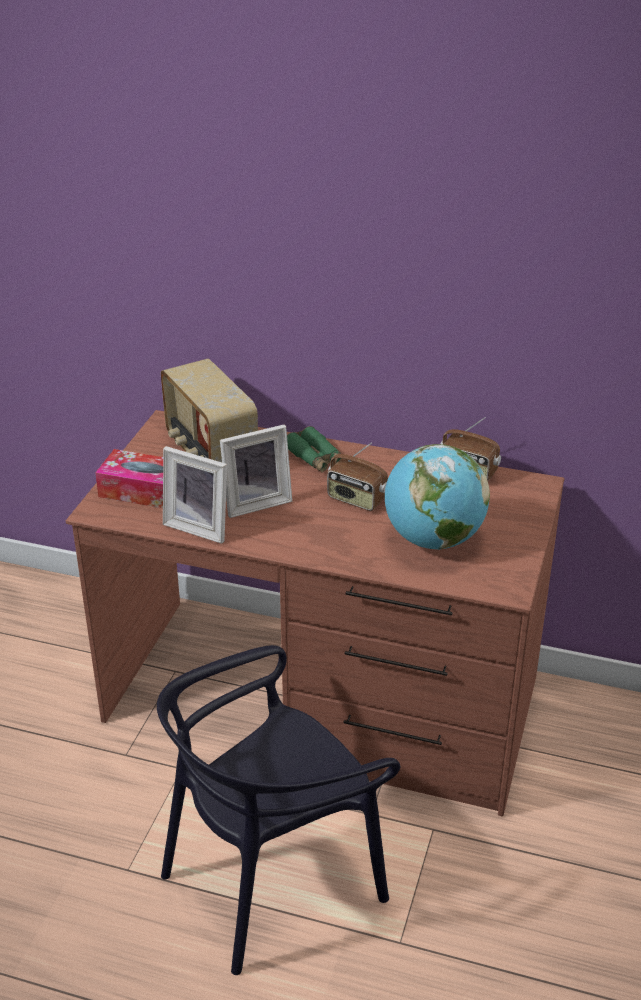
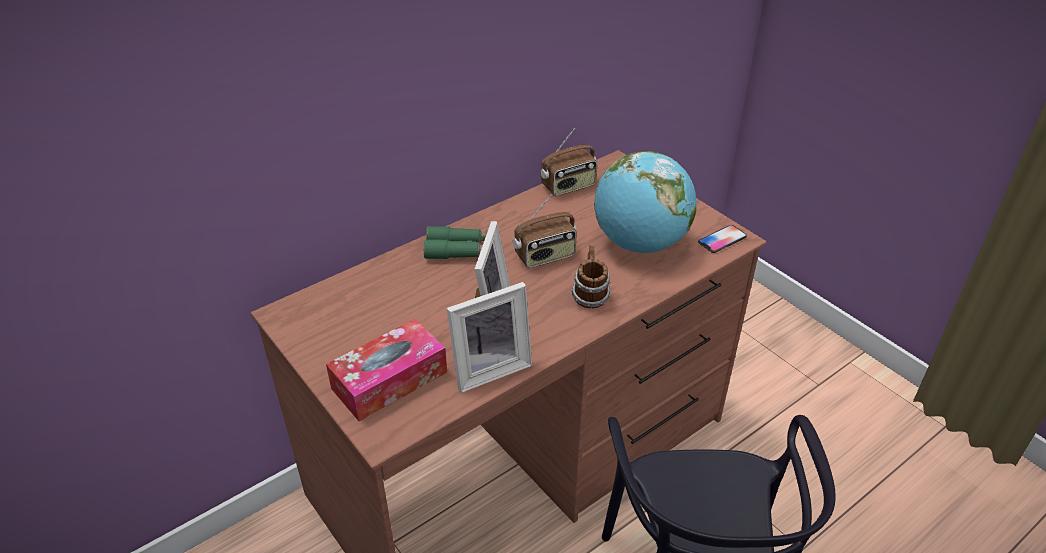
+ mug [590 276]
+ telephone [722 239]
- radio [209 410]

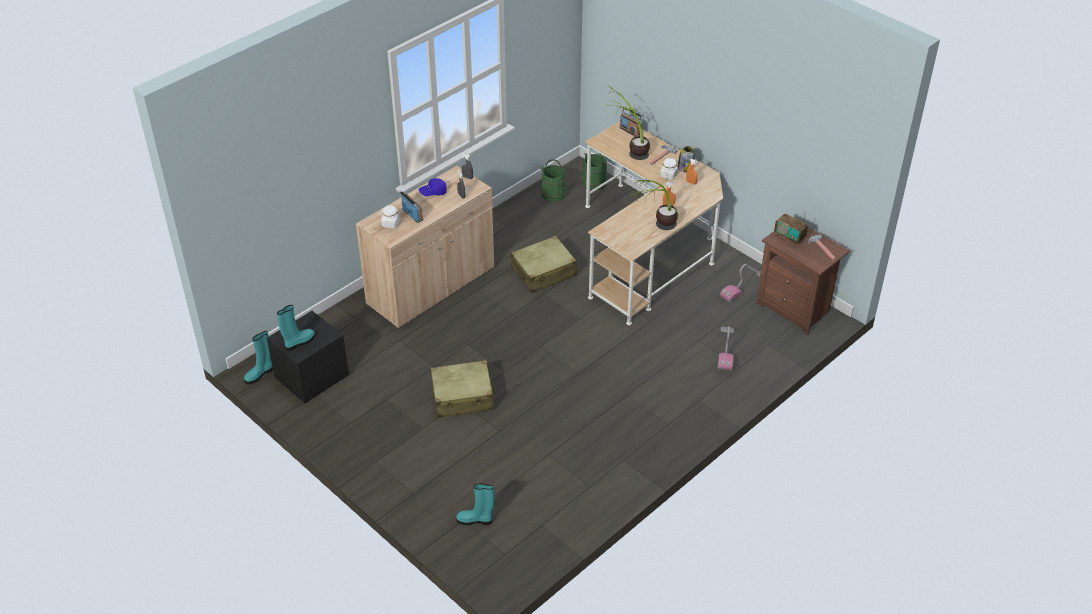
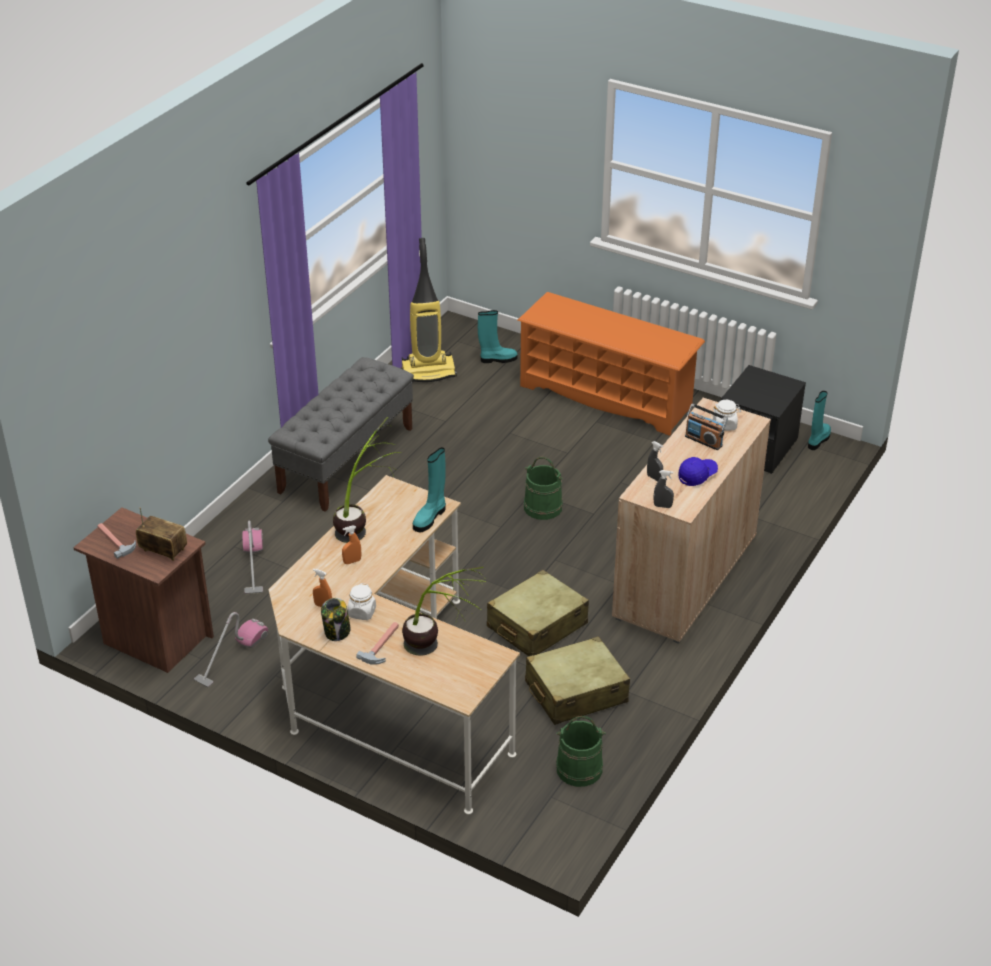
+ gray indoor bench [341 434]
+ vacuum cleaner [429 310]
~ turquoise high-top boot [296 328] to [429 490]
+ orangey shoe stand [611 364]
~ green bucket [595 169] to [543 488]
~ beige travel case [463 389] to [577 680]
- radio [631 122]

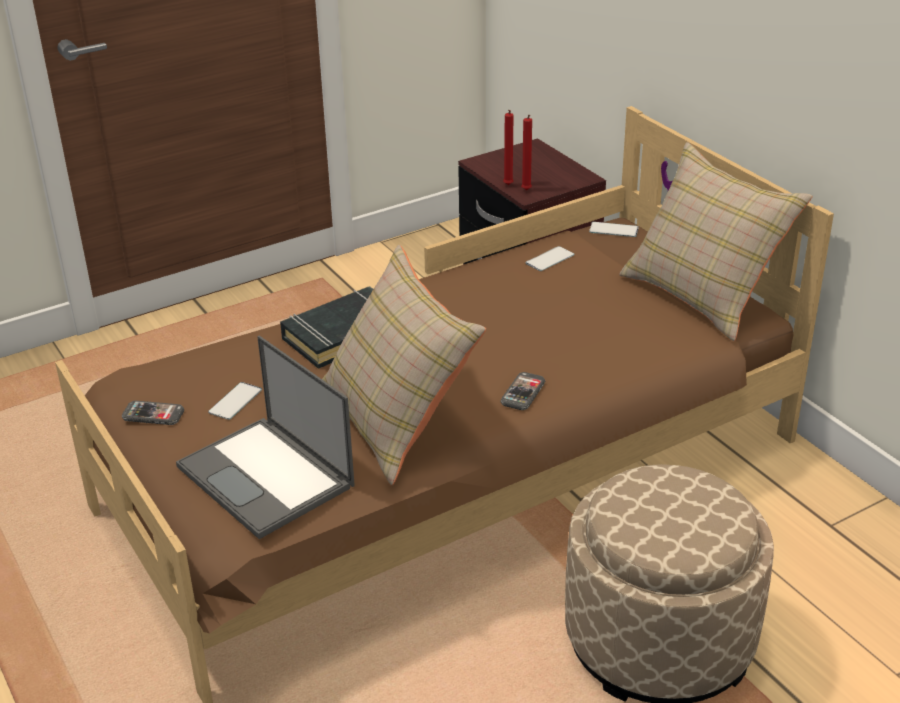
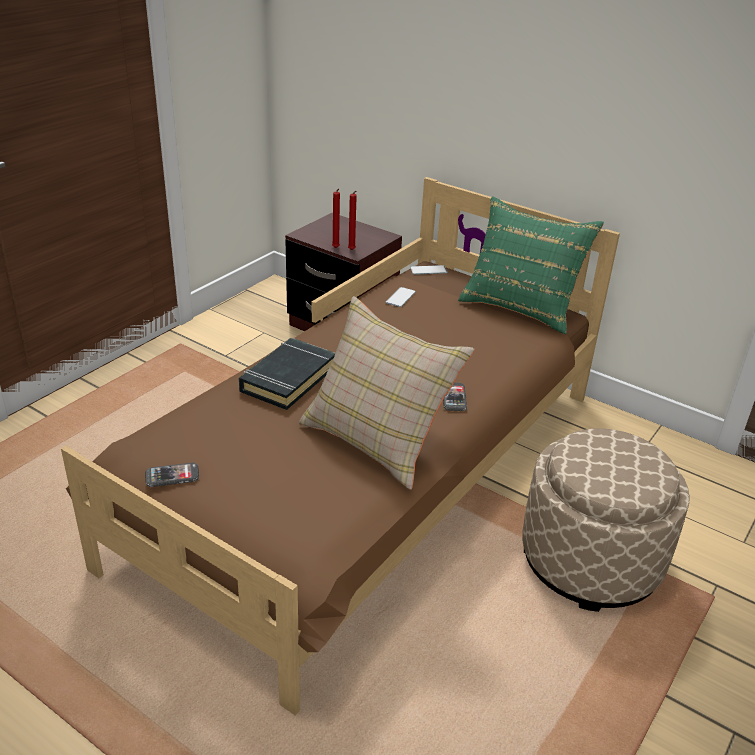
~ beige throw pillow [715 241] to green throw pillow [531 265]
- portable computer [265 437]
- telephone [235 401]

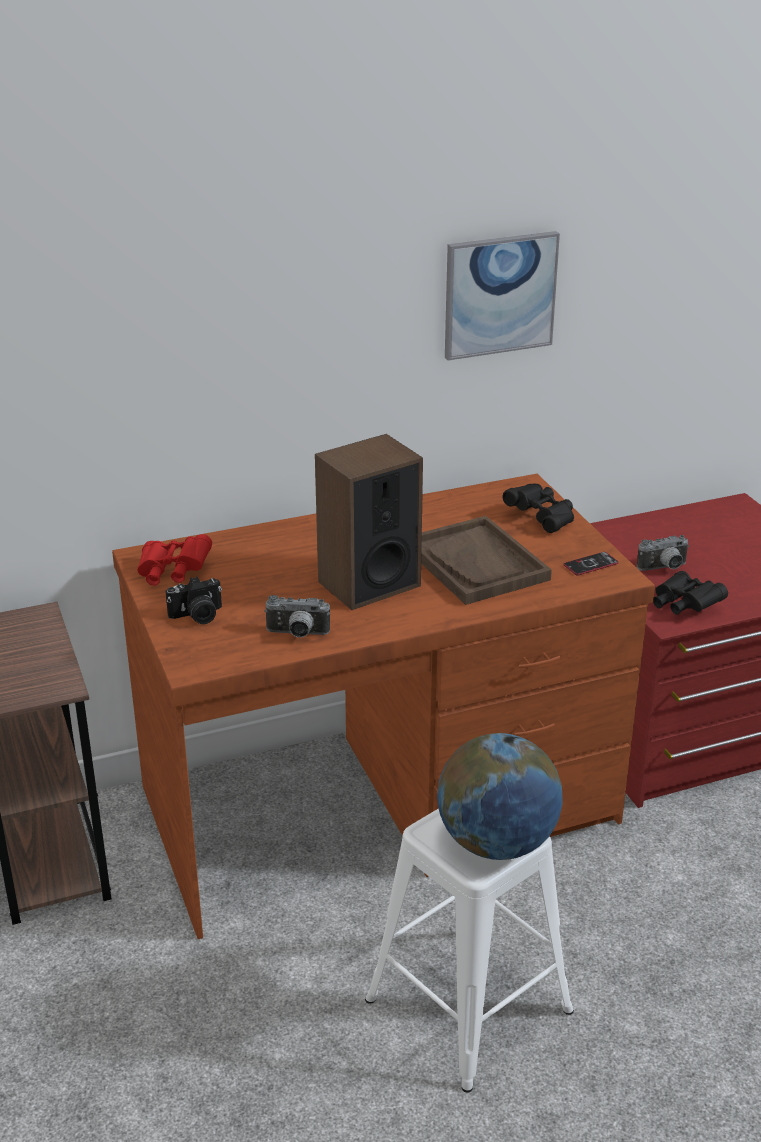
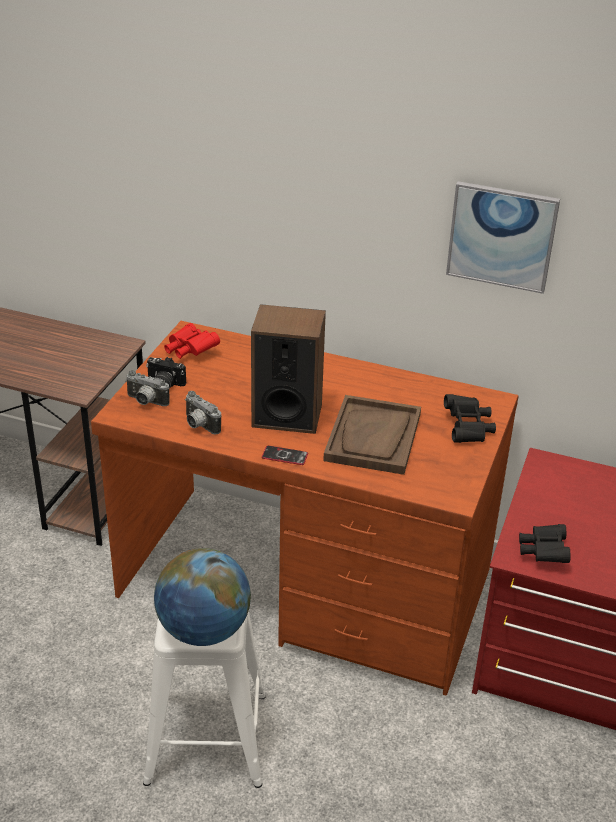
~ still camera [663 553] to [147 388]
~ telephone [591 564] to [285 455]

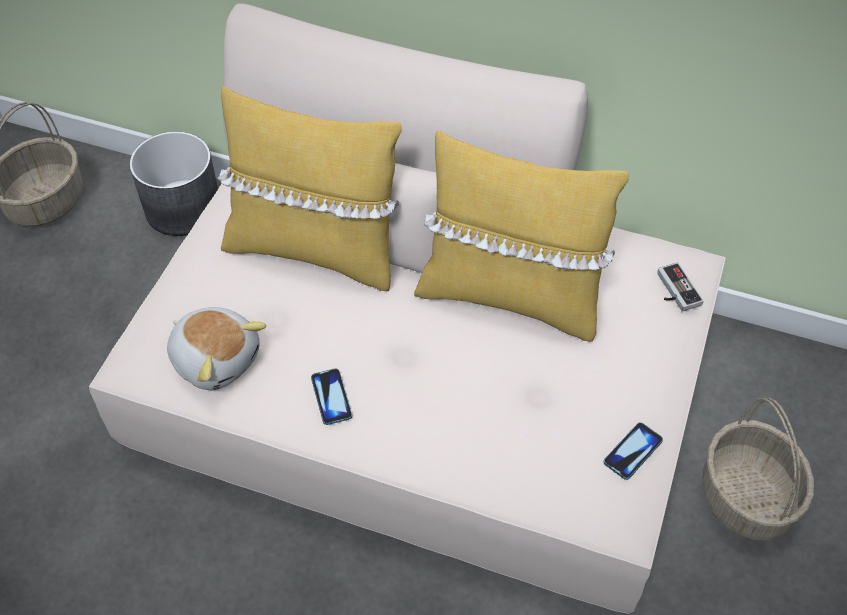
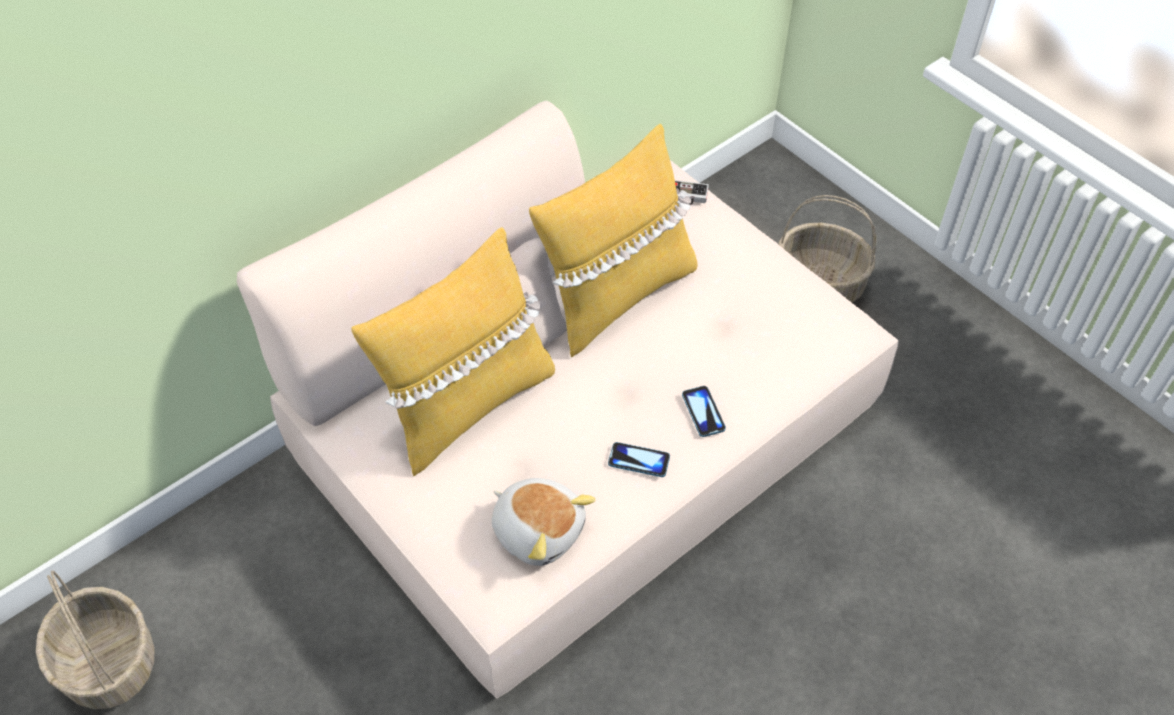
~ plush toy [216 348] = [544 522] 60 degrees clockwise
~ telephone [633 451] to [704 411]
- gray planter [174 184]

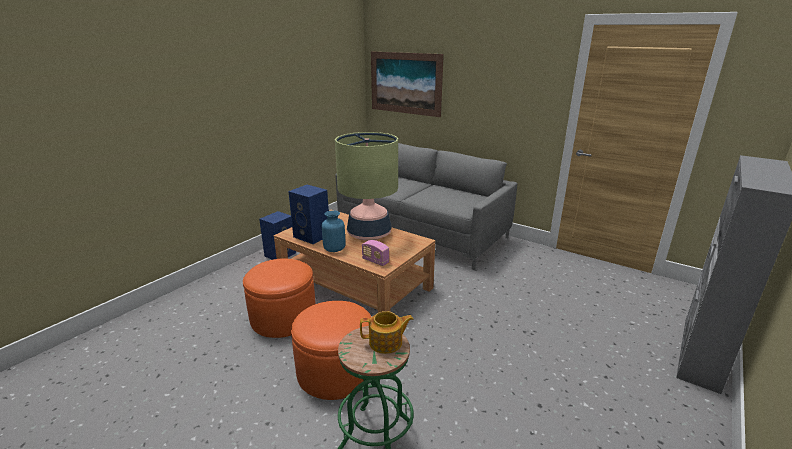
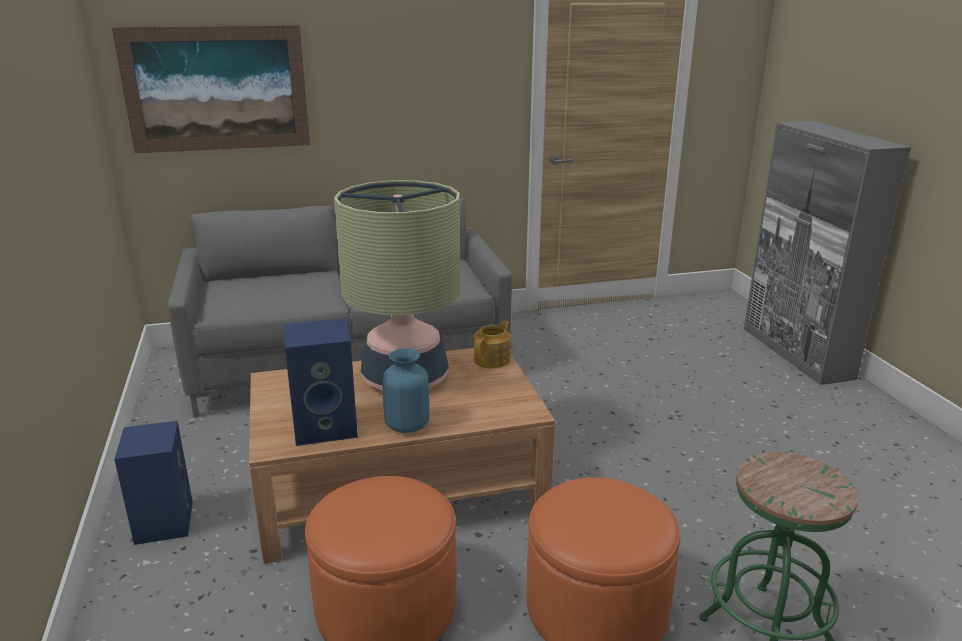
~ pot for tea [386 332] to [492 345]
- radio [375 253]

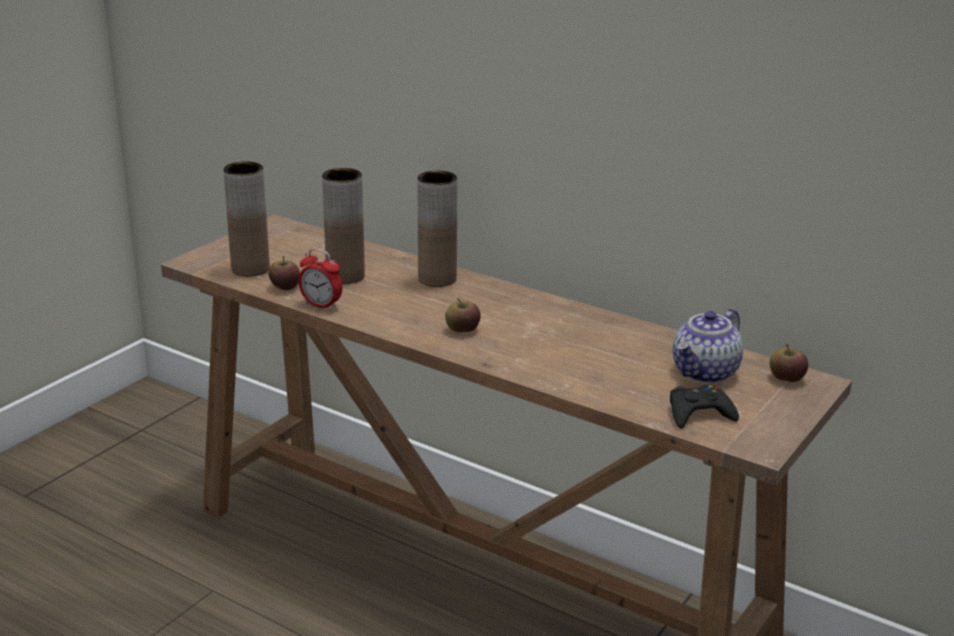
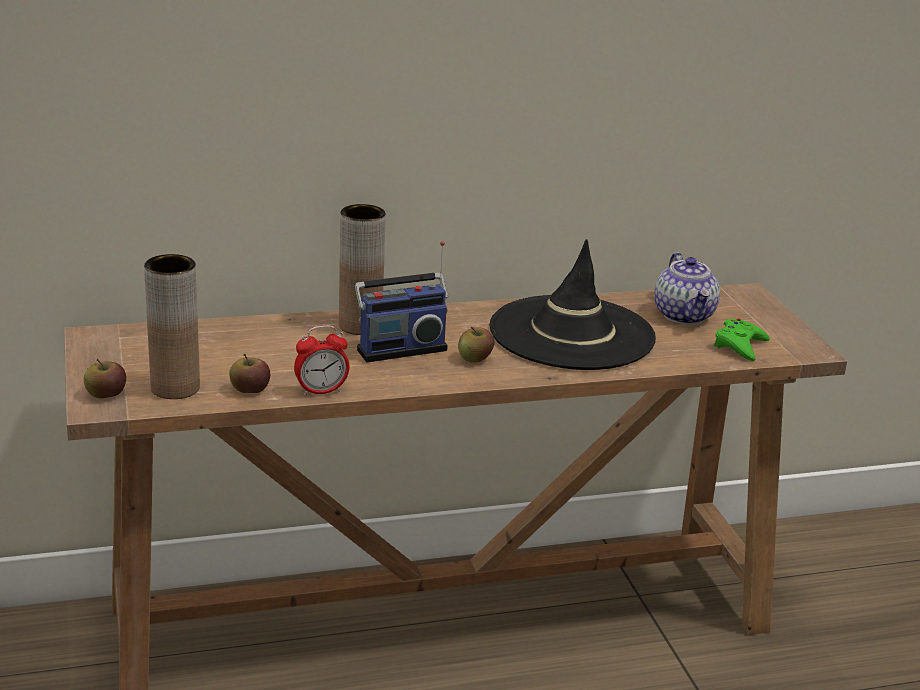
~ whole apple [789 363] to [104 379]
+ radio [401 301]
+ black wearable hat [572 304]
~ black gamepad [704 406] to green gamepad [742 340]
- brownish flower vase [343 226]

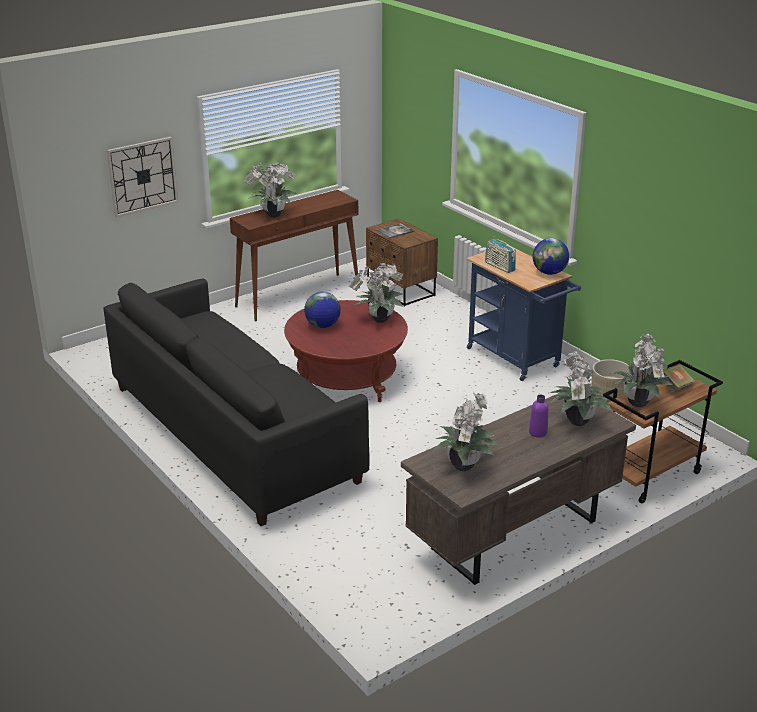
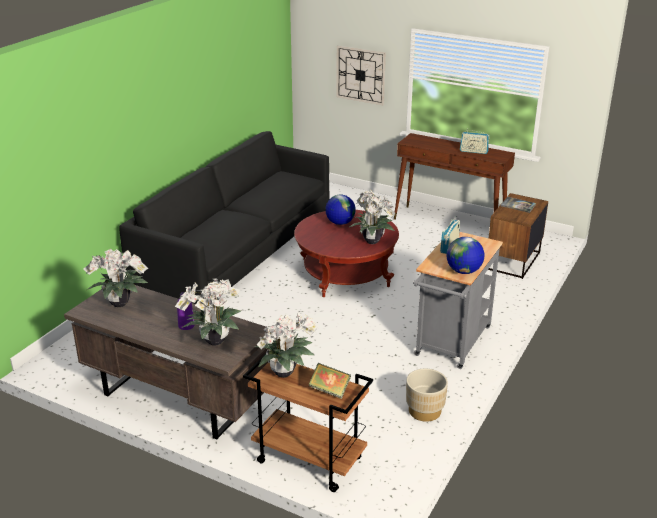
~ blue trolley [524 313] to gray trolley [458 300]
+ radio [474 142]
- potted plant [270 190]

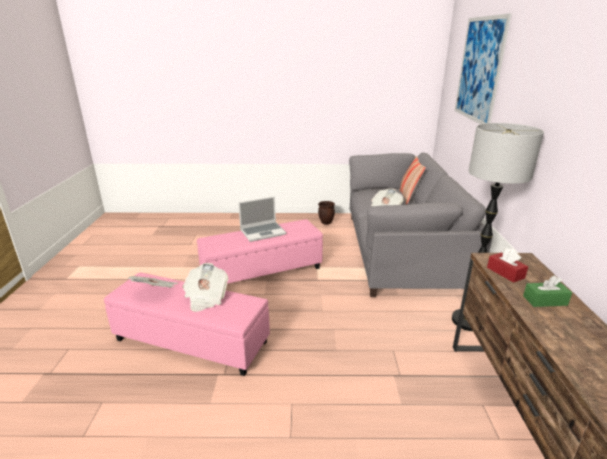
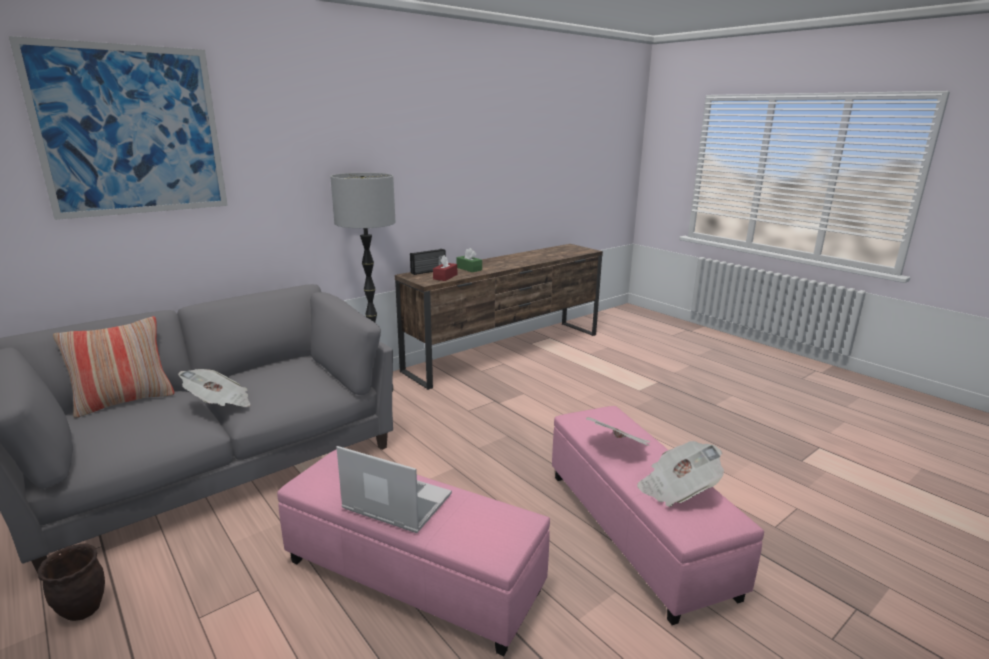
+ radio [428 262]

